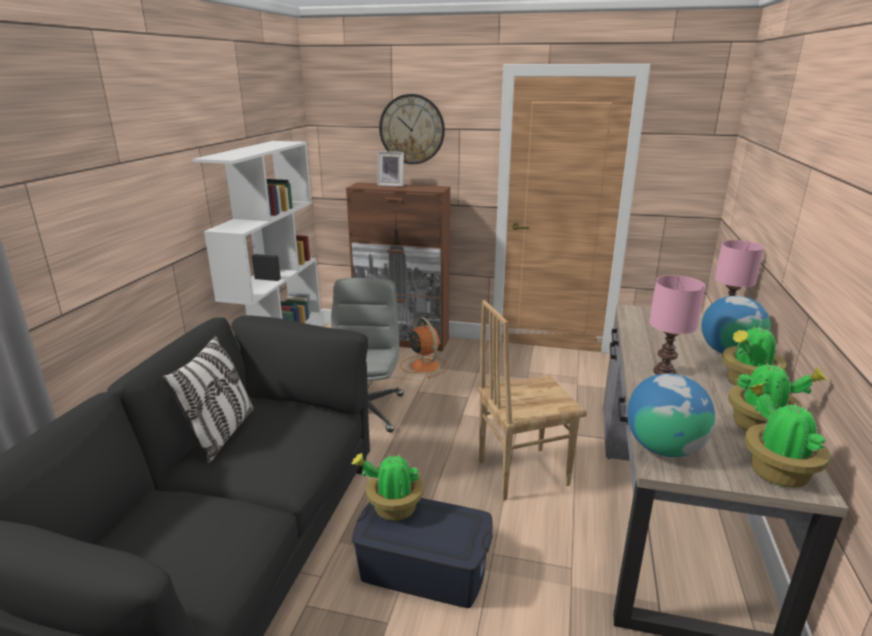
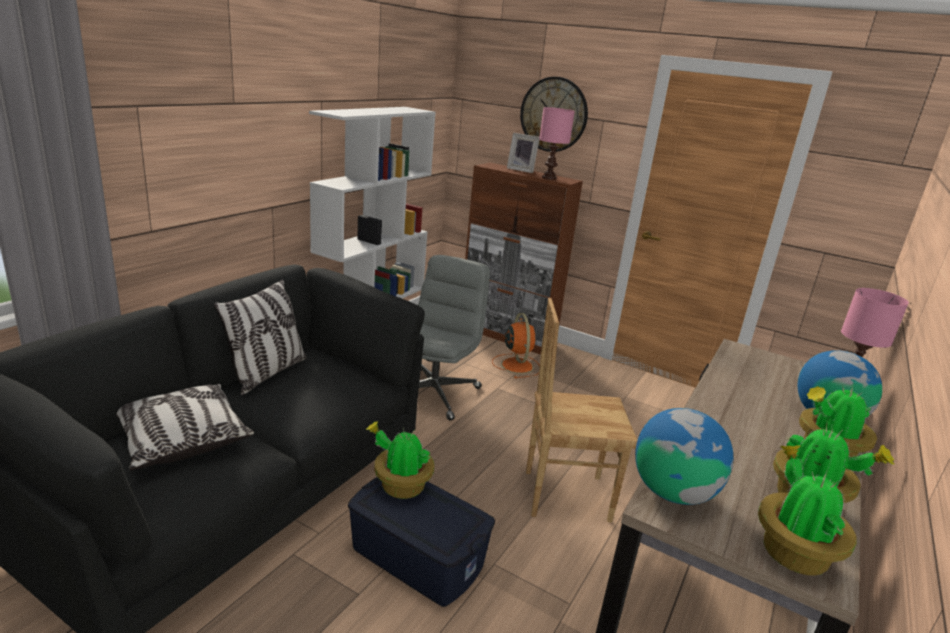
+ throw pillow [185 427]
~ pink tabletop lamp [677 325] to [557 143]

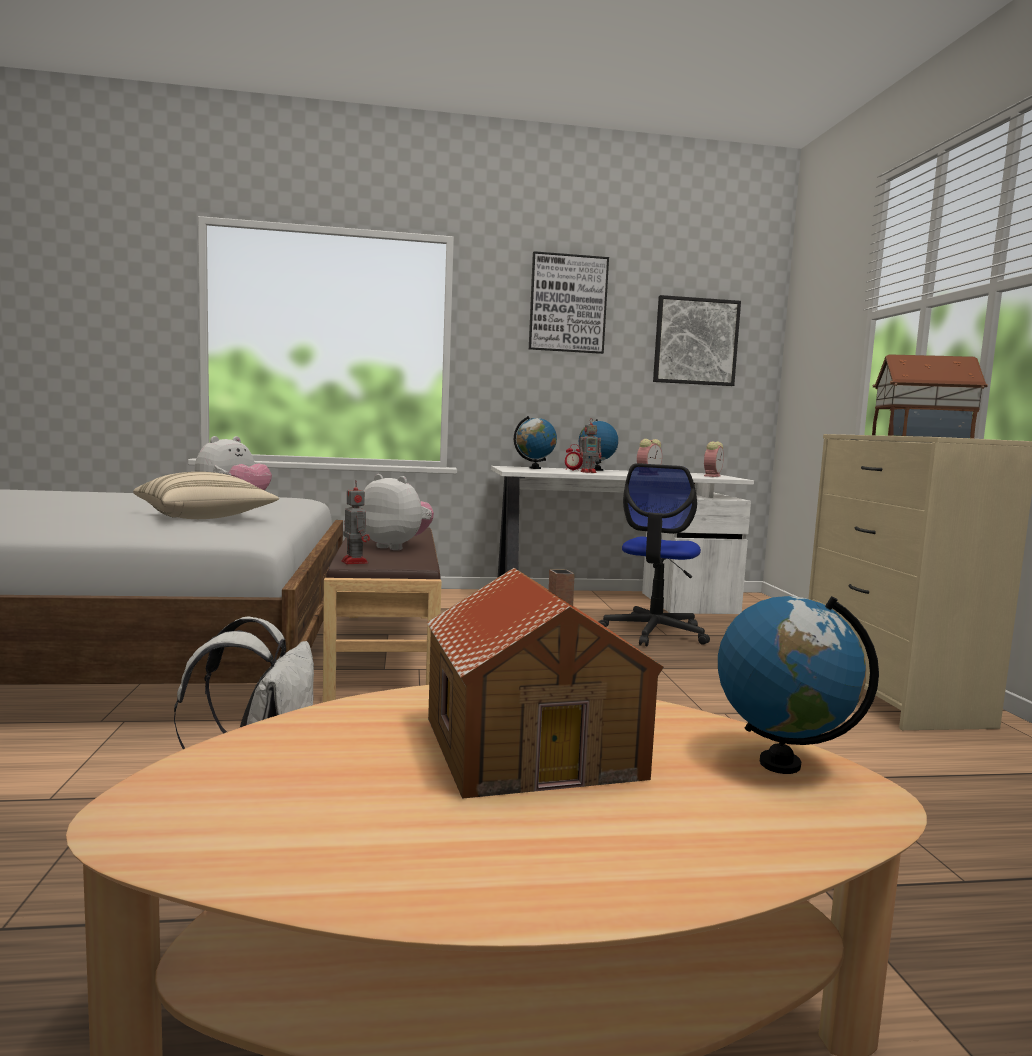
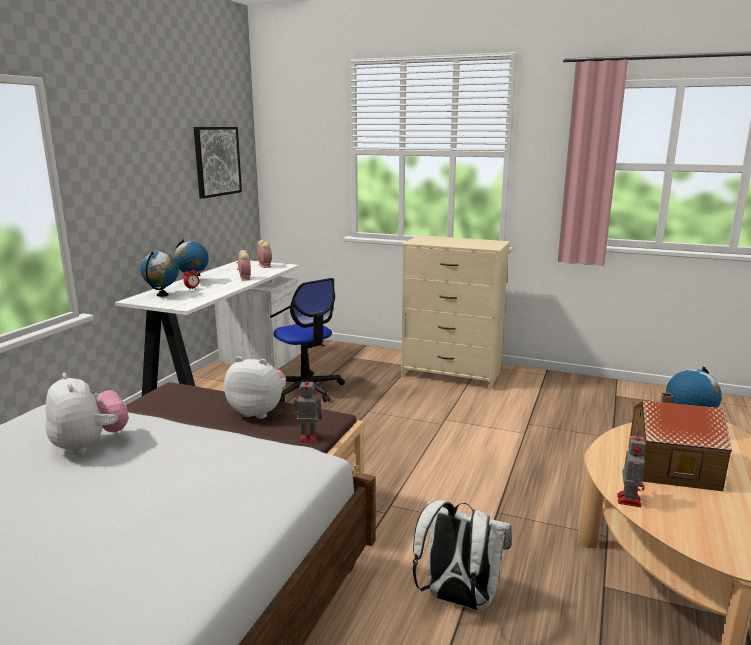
~ plush toy [396 512] = [255 387] 45 degrees clockwise
~ model robot [590 446] to [631 469]
- beige throw pillow [206 495]
- wall art [569 302]
- miniature house [930 396]

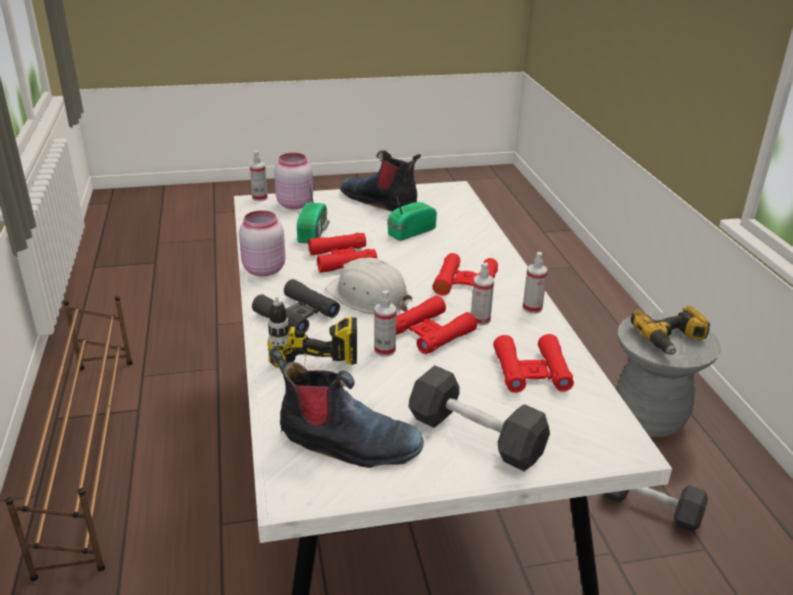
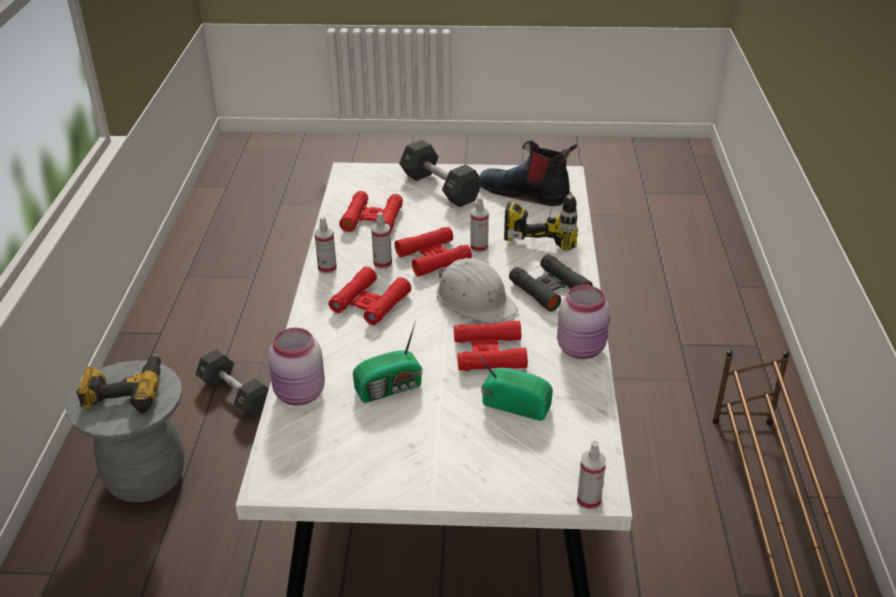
~ pink jar [293 181] to [296 367]
~ radio [313 210] = [515 387] 90 degrees clockwise
- high-top boot [380 181]

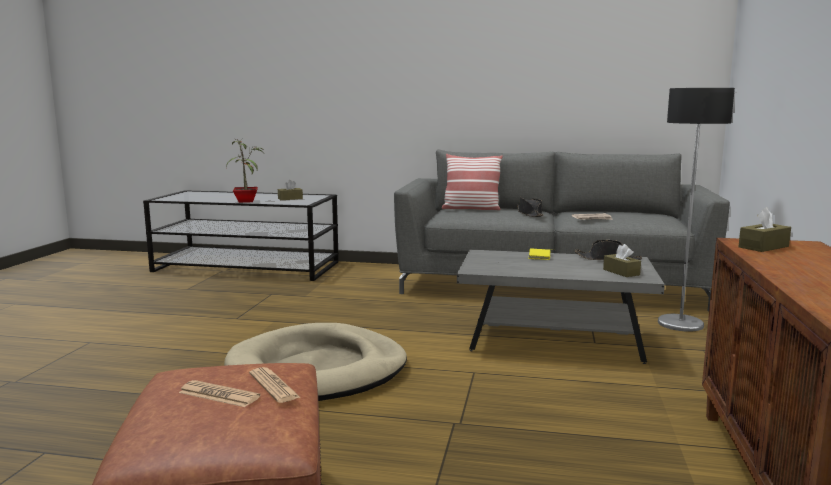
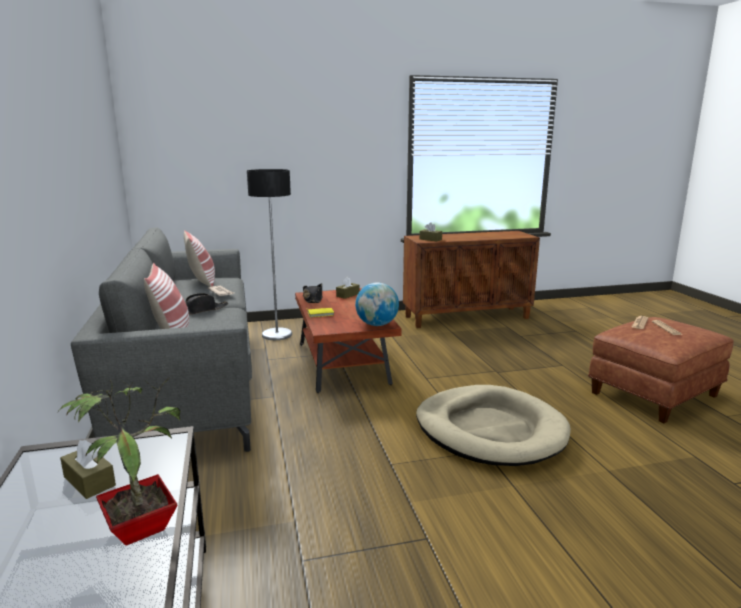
+ throw pillow [199 259]
~ gray low table [561 307] to brownish low table [348 340]
+ desk globe [377 304]

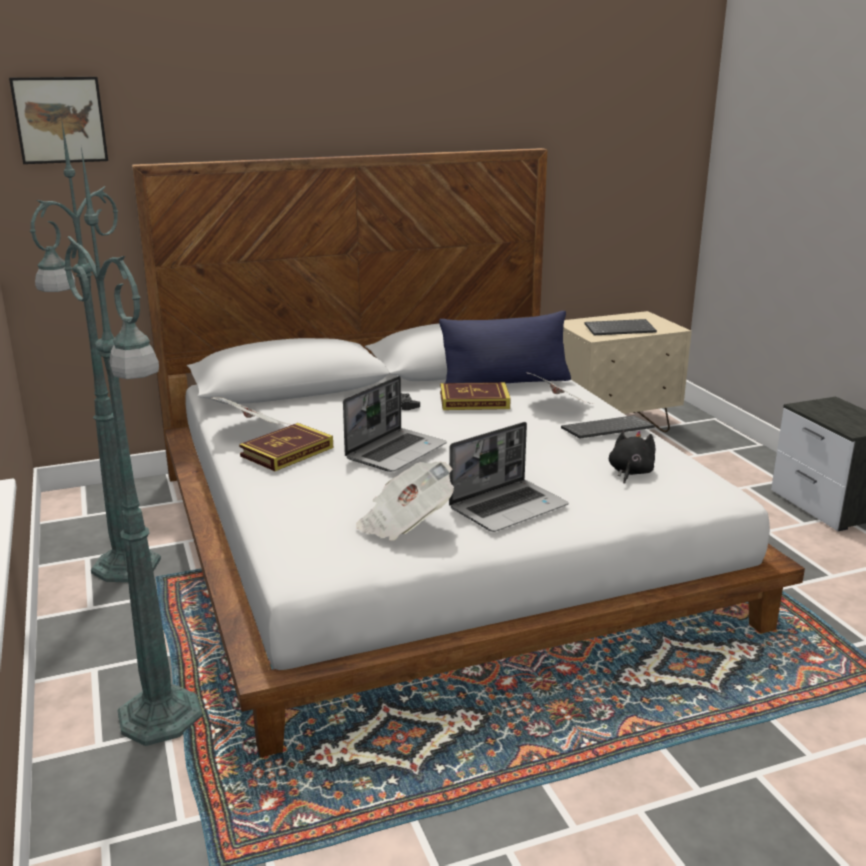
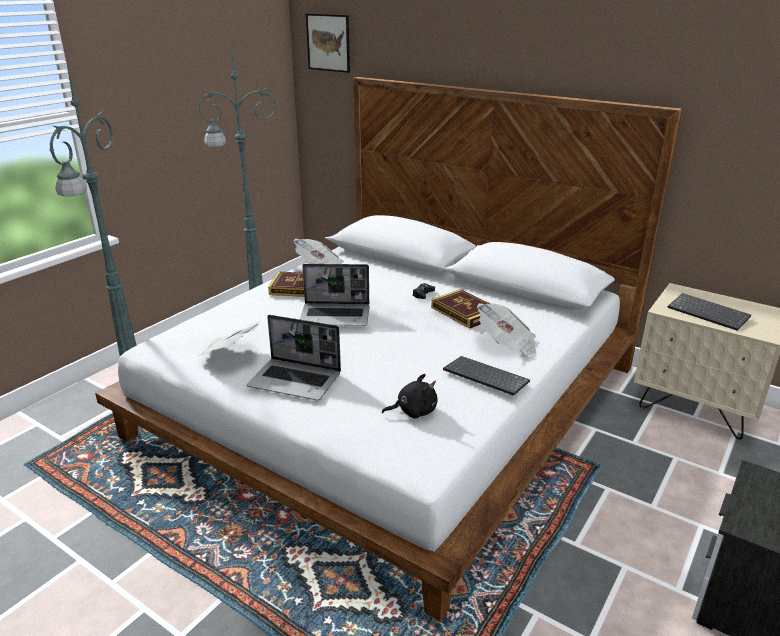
- blue throw pillow [505 347]

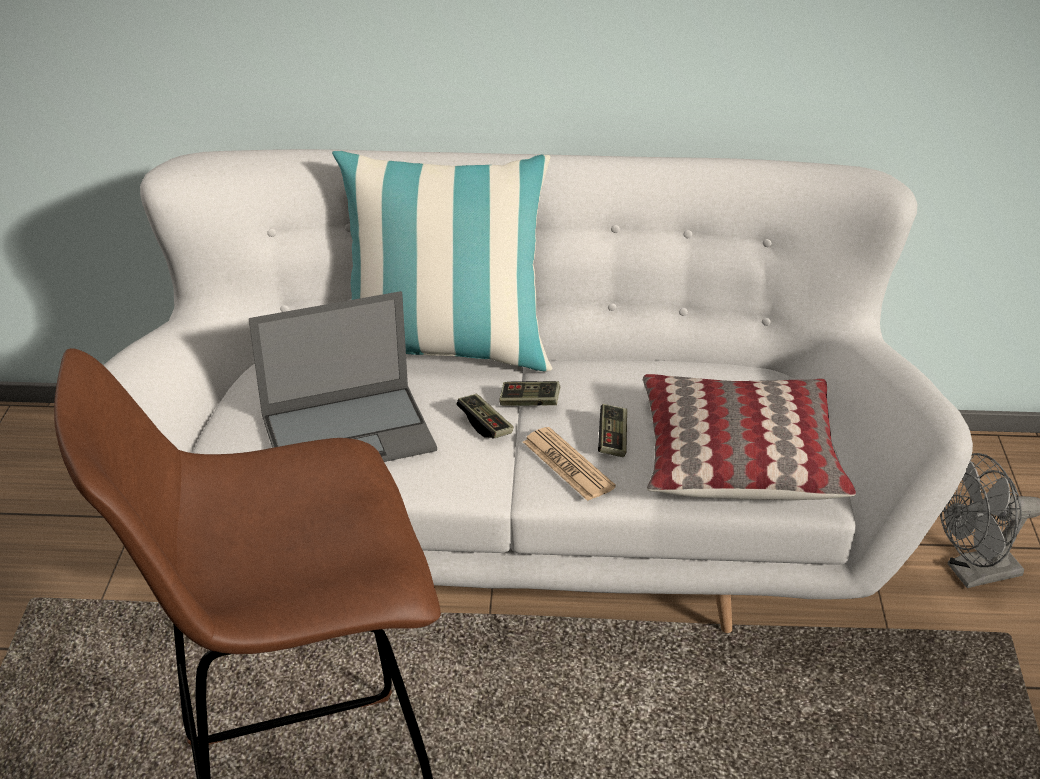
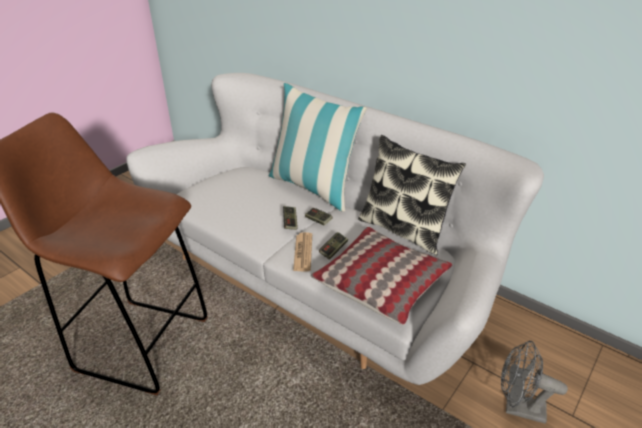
+ throw pillow [412 195]
- portable computer [343 376]

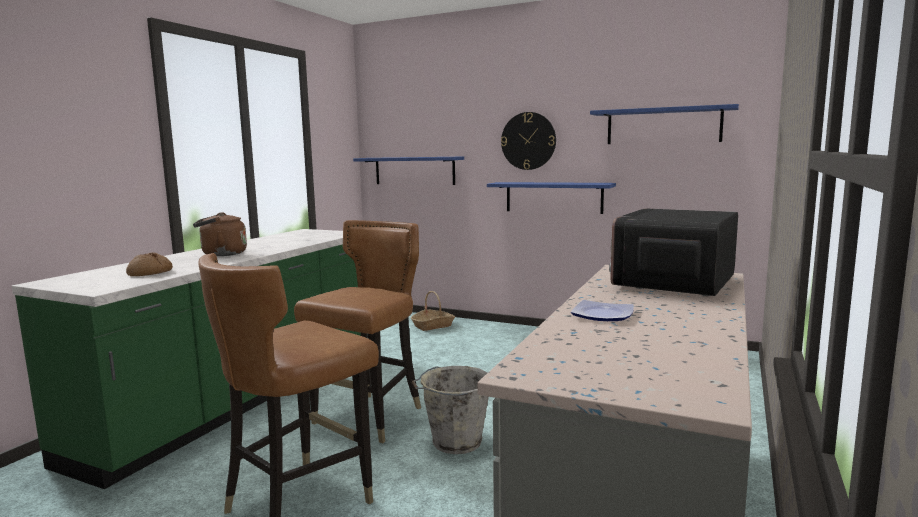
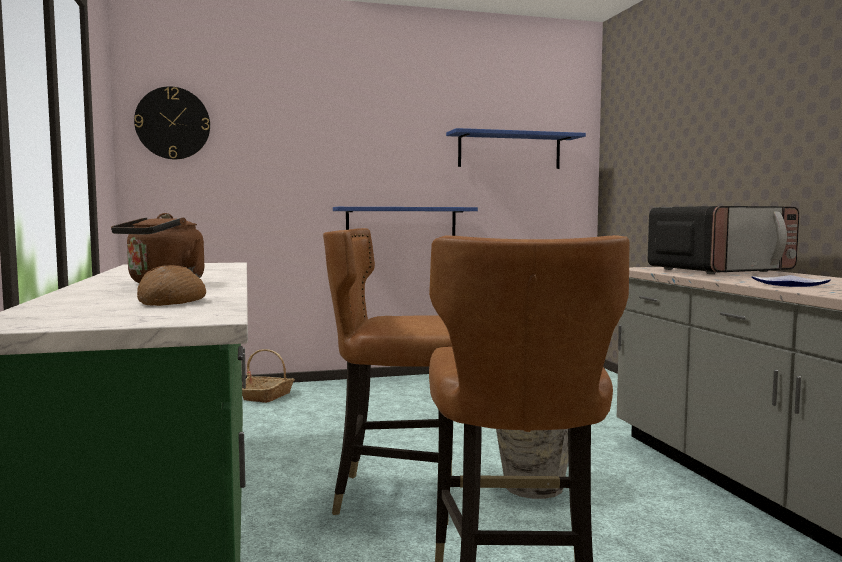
~ hanging clock [528 141] to [172 122]
~ brownish upright chair [357 331] = [388 376] 75 degrees counterclockwise
~ kitchen microwave [673 252] = [723 240] 105 degrees counterclockwise
- blue shelf [408 171]

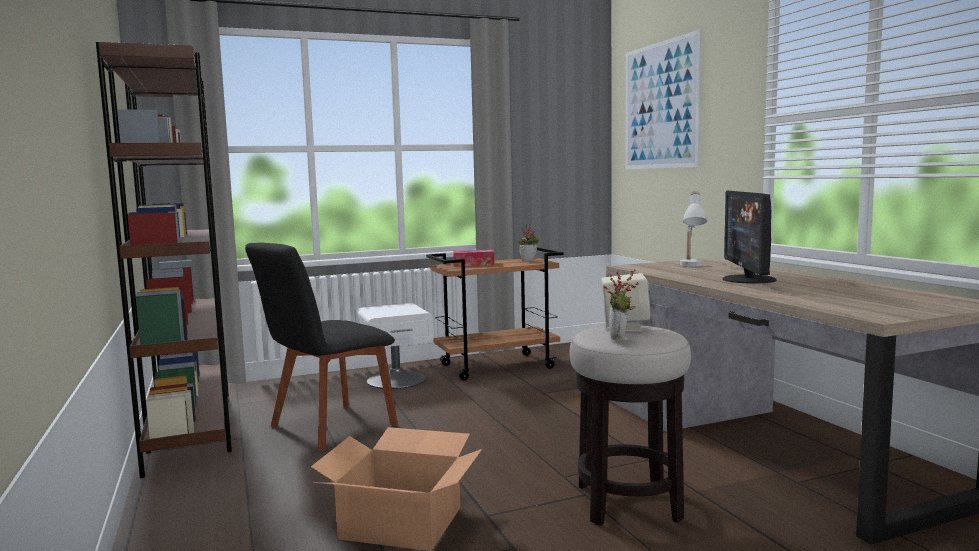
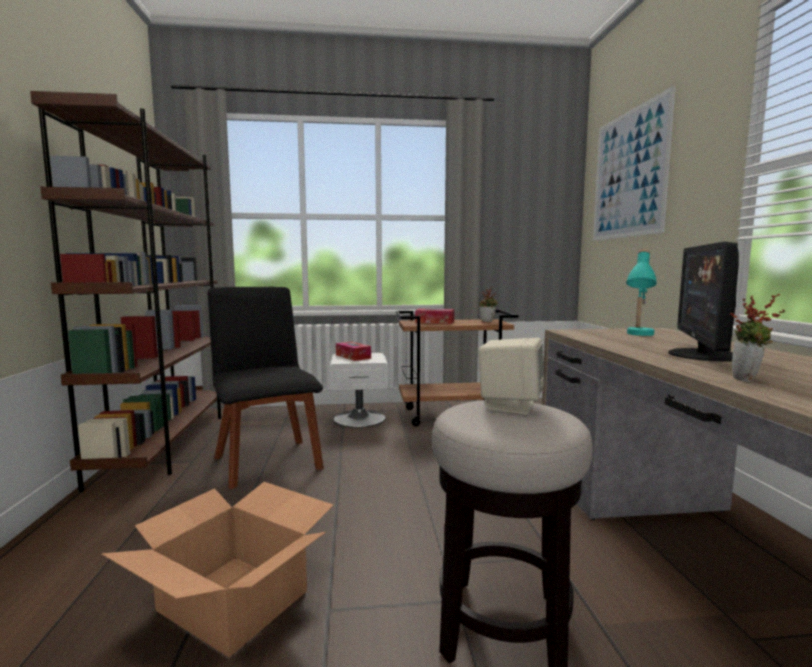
~ black upright chair [321 346] = [266 388] 90 degrees clockwise
+ tissue holder [353 351]
~ whitish tabletop lamp [693 229] to turquoise tabletop lamp [641 292]
~ potted plant [621 305] to [757 338]

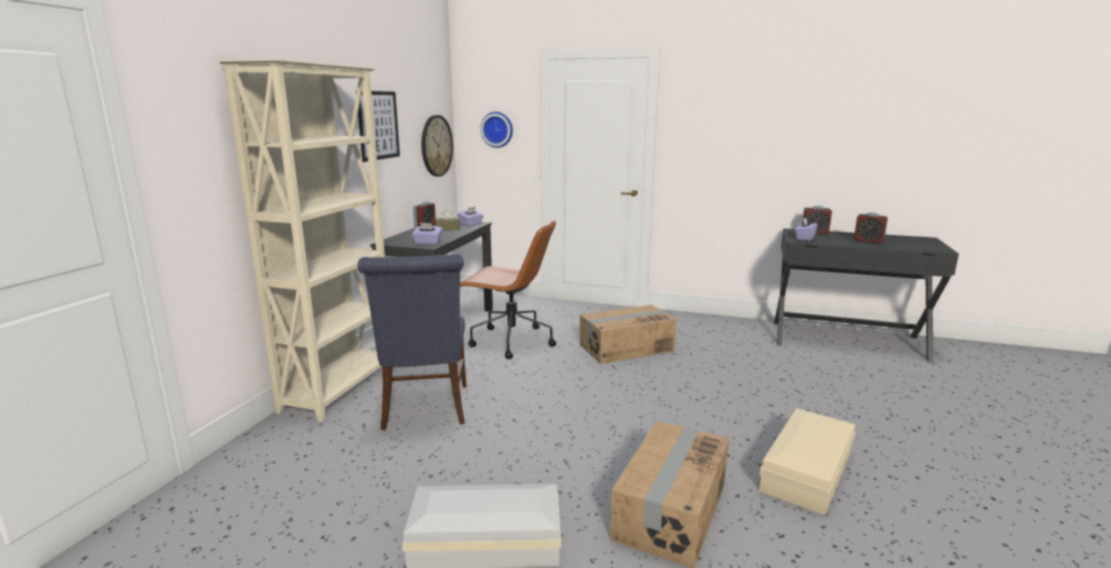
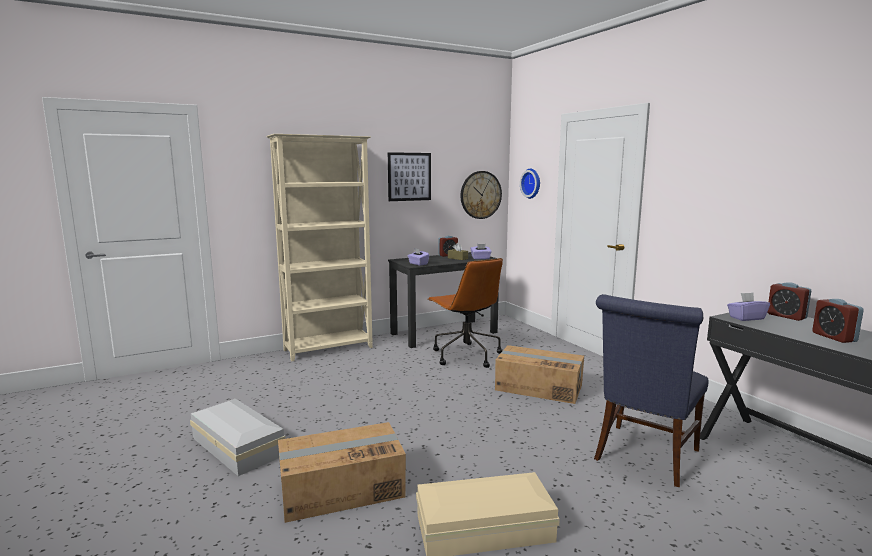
~ blue upright chair [412 342] to [651 390]

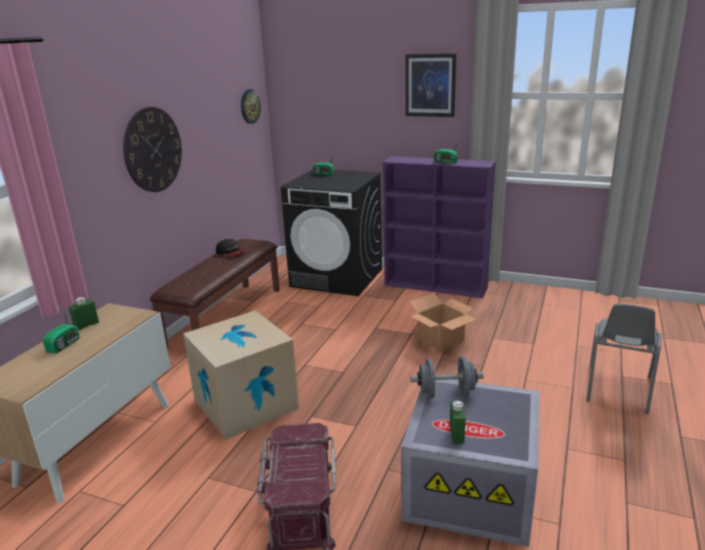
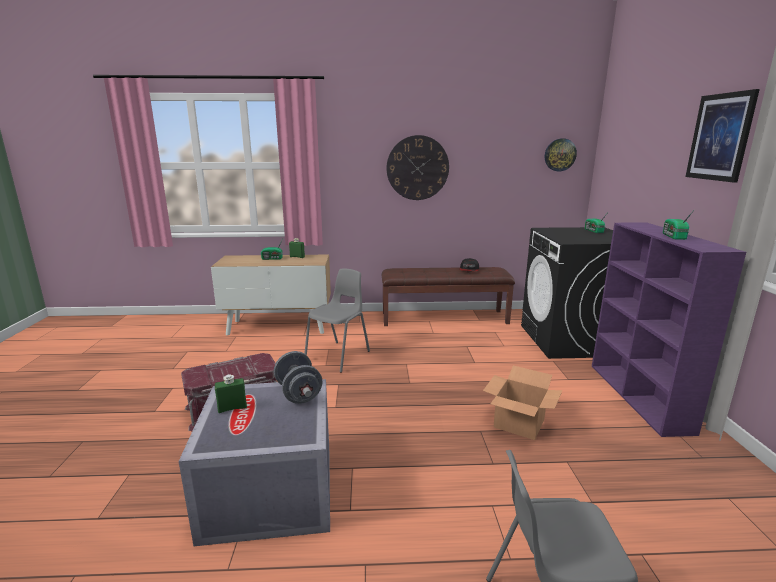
~ cardboard box [241 375] to gray upright chair [337 321]

